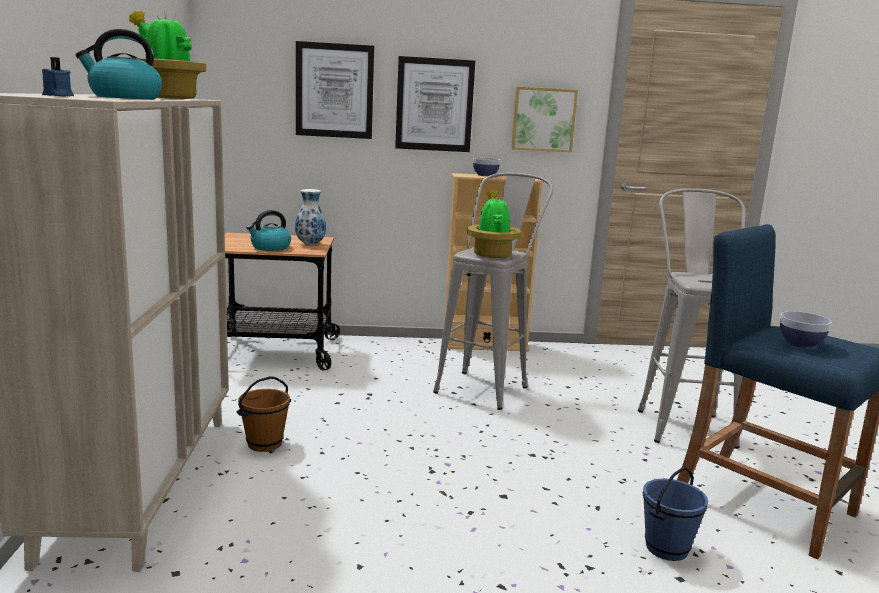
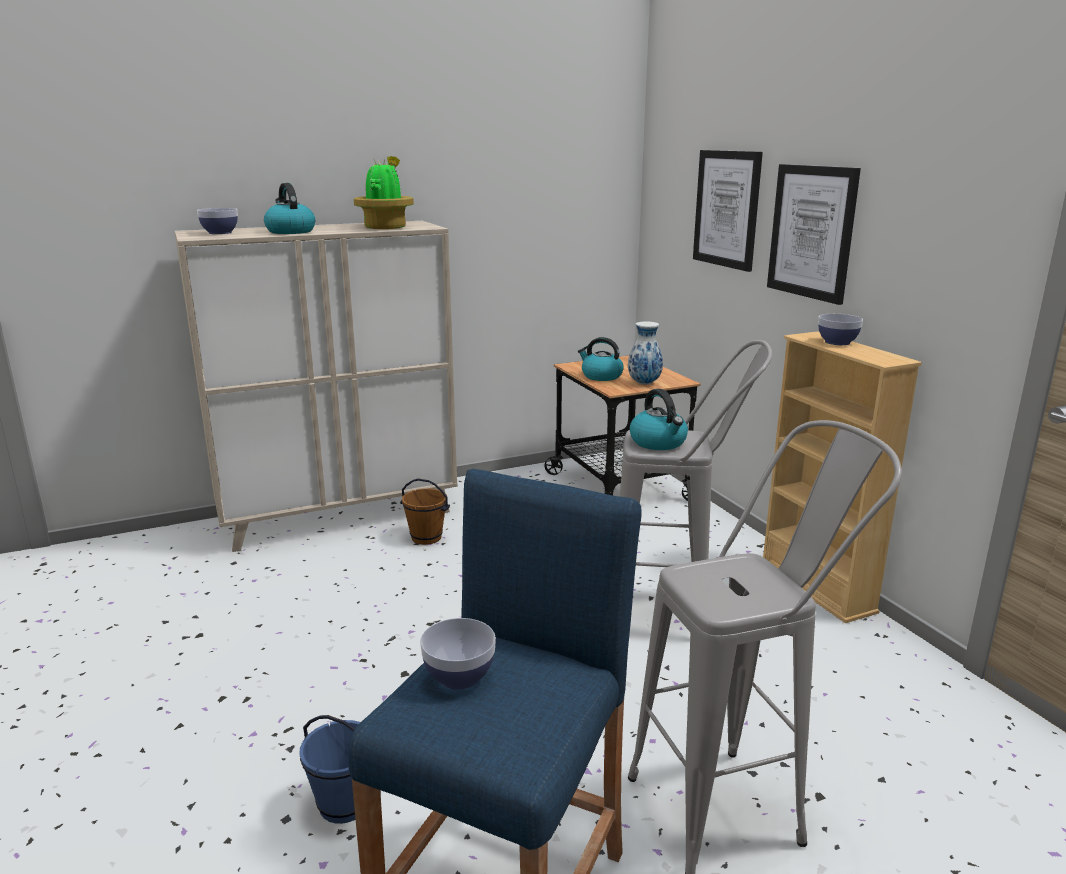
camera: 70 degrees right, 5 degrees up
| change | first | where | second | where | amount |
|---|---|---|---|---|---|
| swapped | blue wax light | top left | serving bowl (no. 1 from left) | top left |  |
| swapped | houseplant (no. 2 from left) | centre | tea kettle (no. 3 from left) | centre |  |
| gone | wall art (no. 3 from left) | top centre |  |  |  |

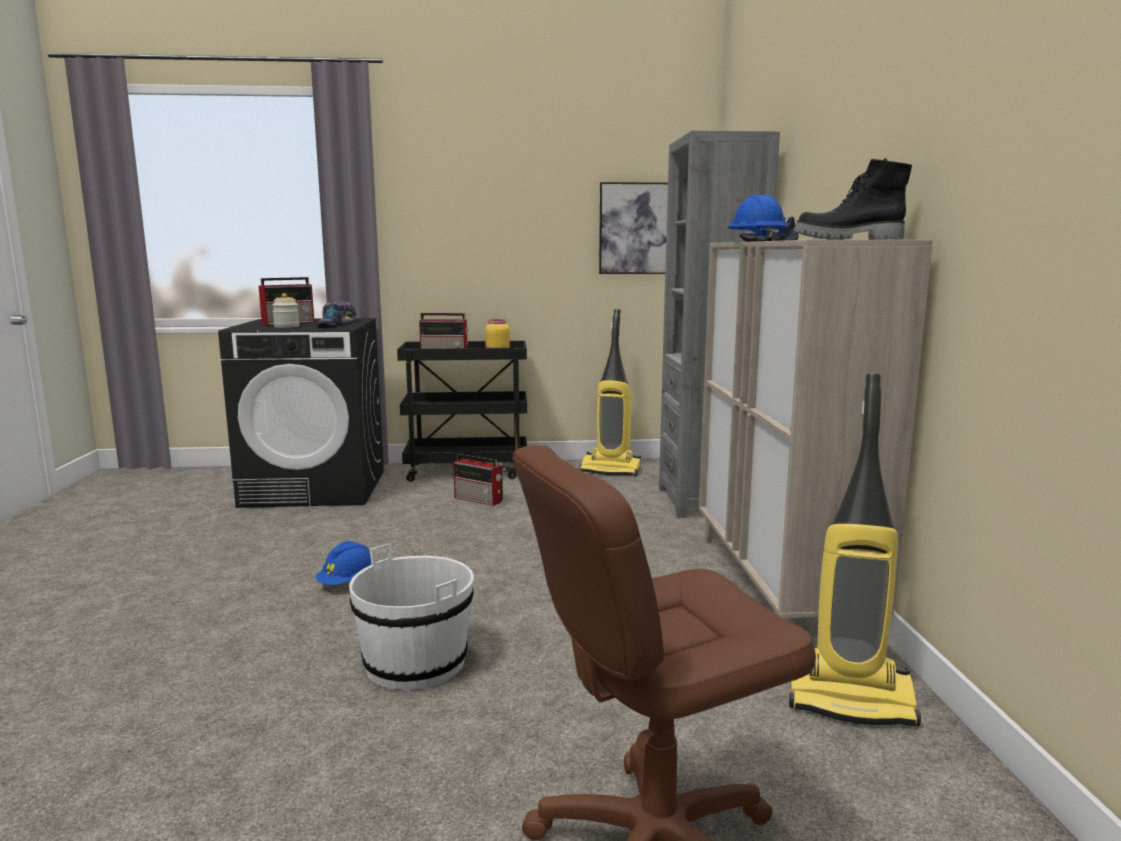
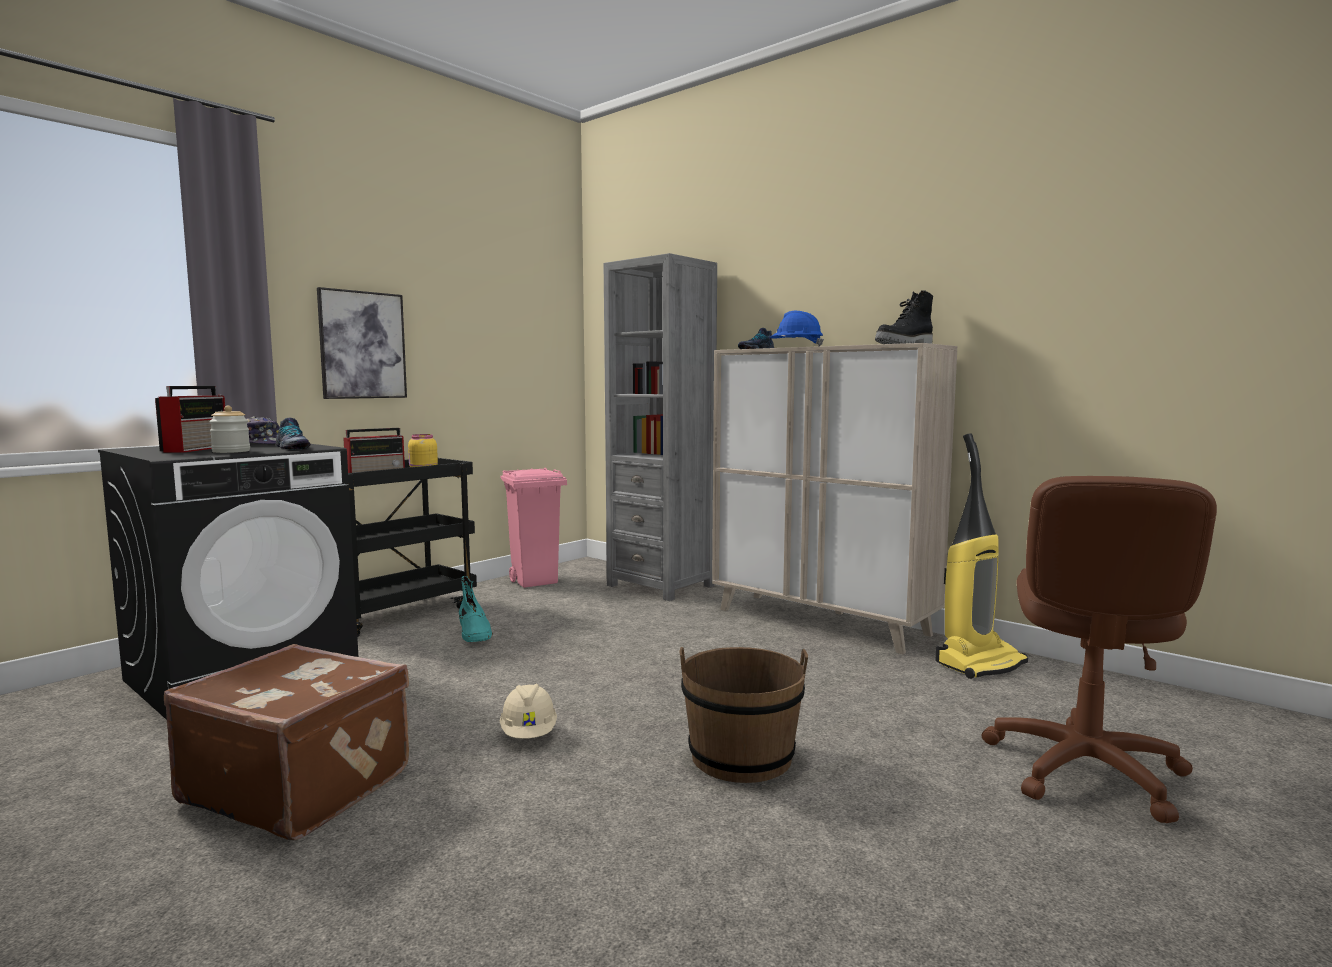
camera: 45 degrees left, 5 degrees down
| change | first | where | second | where | amount |
|---|---|---|---|---|---|
| new |  |  | brownish suitcase | bottom left |  |
| shifted | wall art | top centre |  | middle left |  |
| swapped | radio set (no. 3 from left) | centre | turquoise tall boot | centre |  |
| repainted | blue safety helmet (no. 1 from left) | bottom left | beige safety helmet | bottom centre |  |
| swapped | vacuum (no. 1 from left) | centre | pinkish waste bin | centre |  |
| repainted | whitish water bucket | bottom centre | brownish water bucket | bottom centre |  |

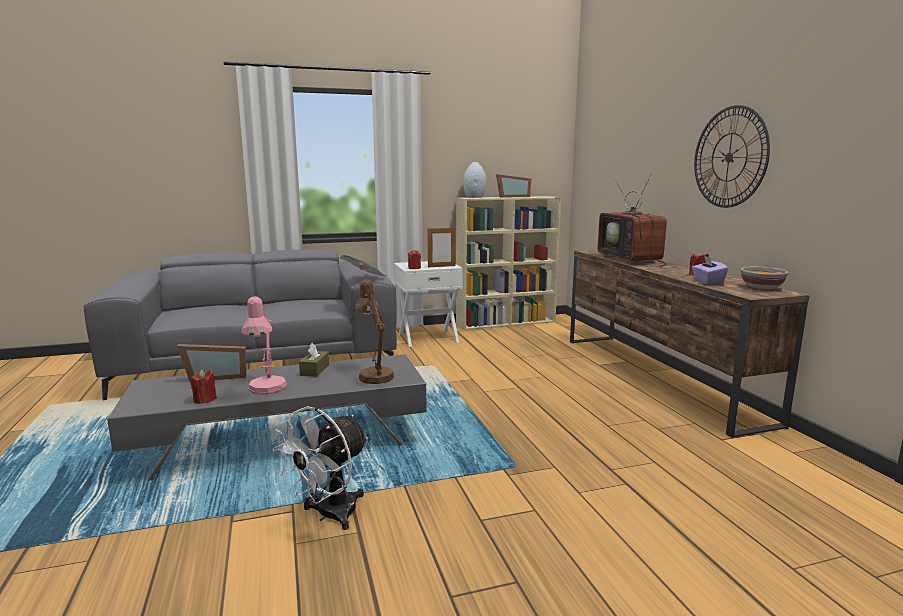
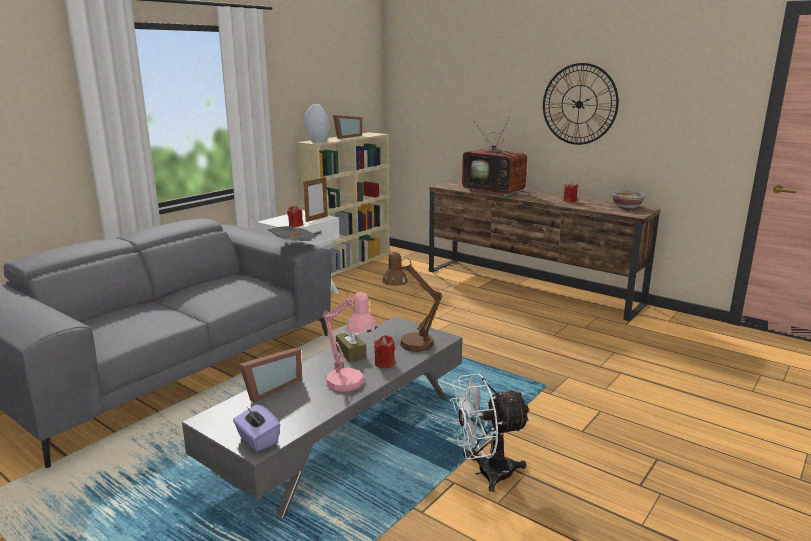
camera: 35 degrees left, 5 degrees up
| change | first | where | second | where | amount |
|---|---|---|---|---|---|
| shifted | purple box of tissues | middle right |  | bottom left |  |
| shifted | reddish wax light (no. 1 from left in the first image) | middle left | reddish wax light (no. 2 from left) | centre |  |
| rotated | whitish fan | bottom centre |  | bottom centre | 75 degrees clockwise |

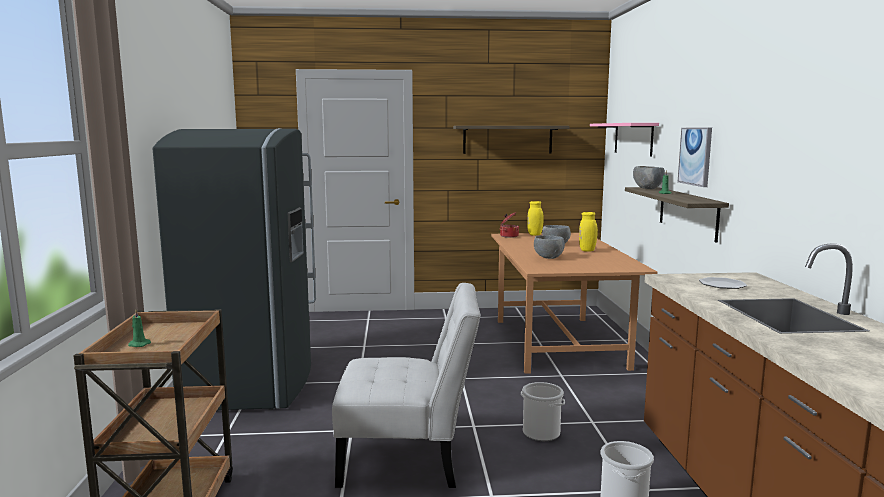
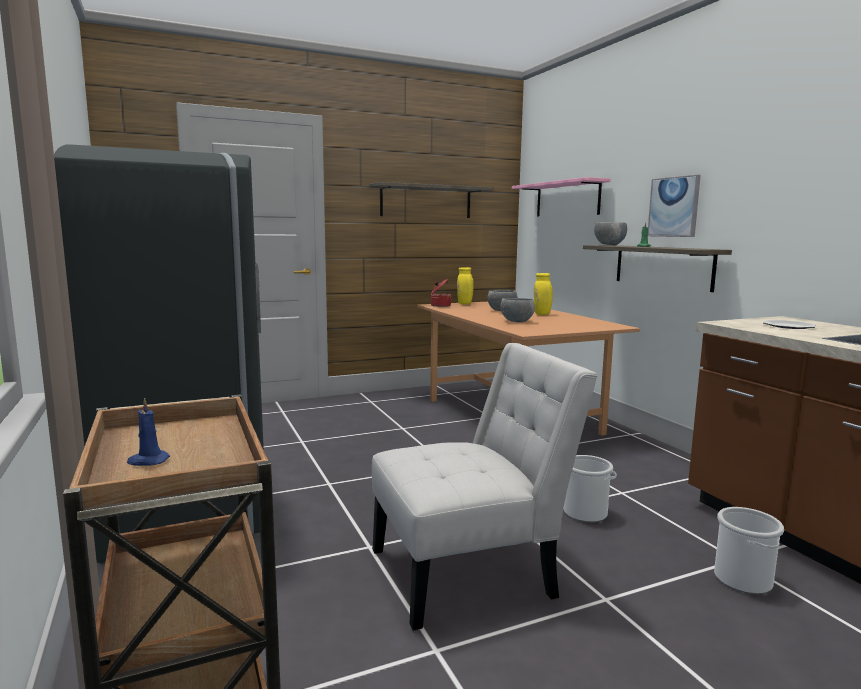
camera: 20 degrees left, 0 degrees up
| change | first | where | second | where | amount |
|---|---|---|---|---|---|
| repainted | green wax light (no. 1 from left) | middle left | blue wax light | middle left |  |

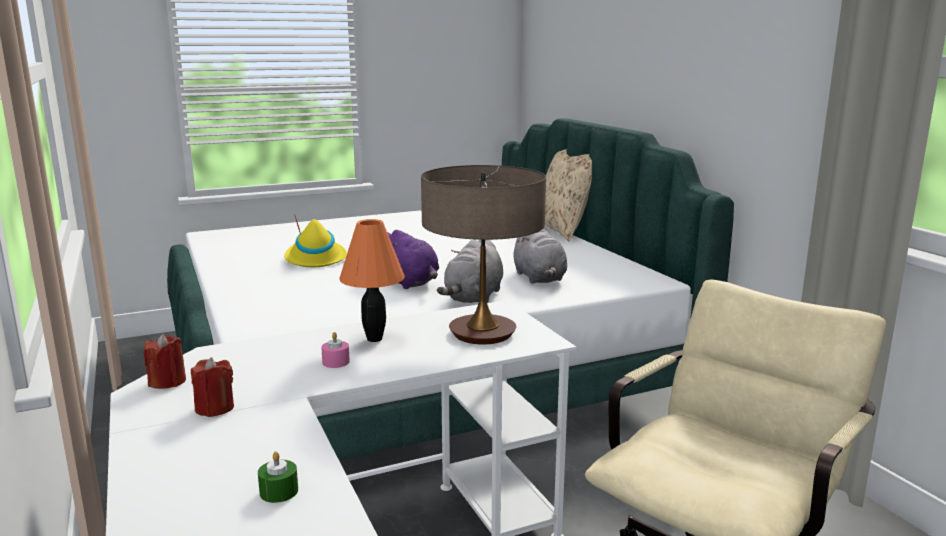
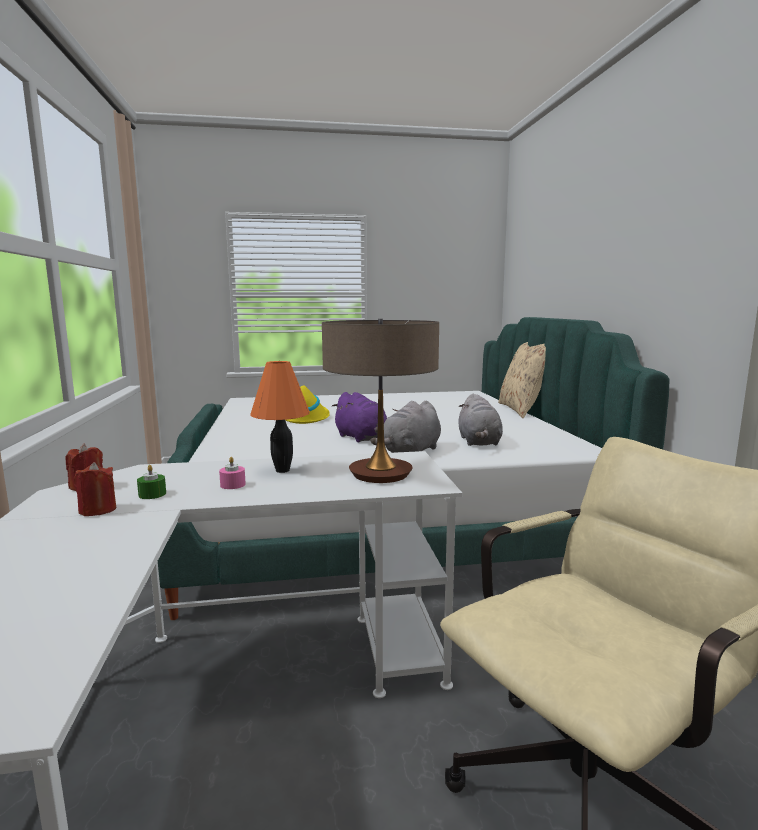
camera: 15 degrees right, 5 degrees down
| change | first | where | second | where | amount |
|---|---|---|---|---|---|
| shifted | green wax light | bottom left |  | middle left |  |

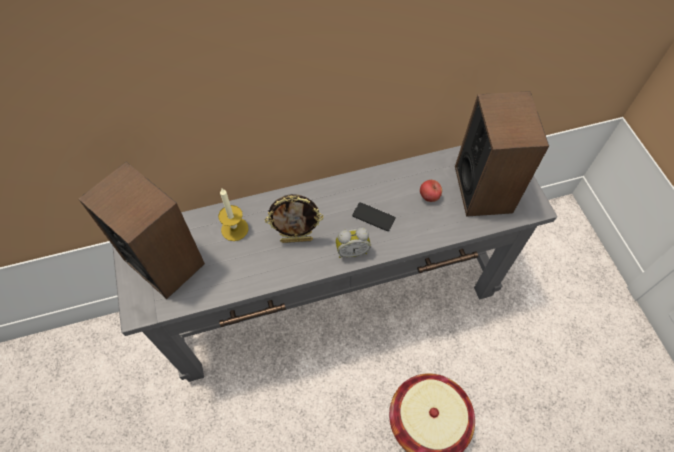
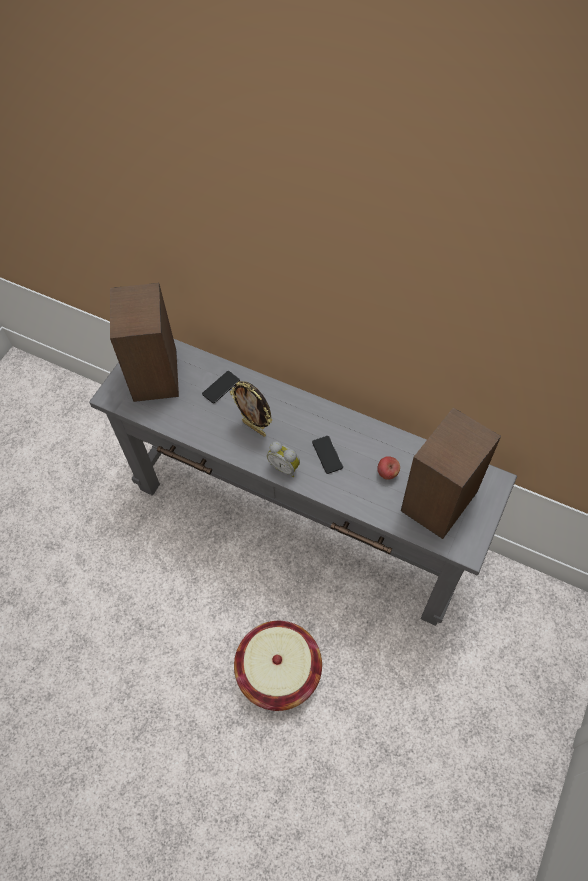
camera: 45 degrees right, 0 degrees up
| change | first | where | second | where | amount |
|---|---|---|---|---|---|
| swapped | wax light | centre | telephone (no. 1 from left) | centre |  |

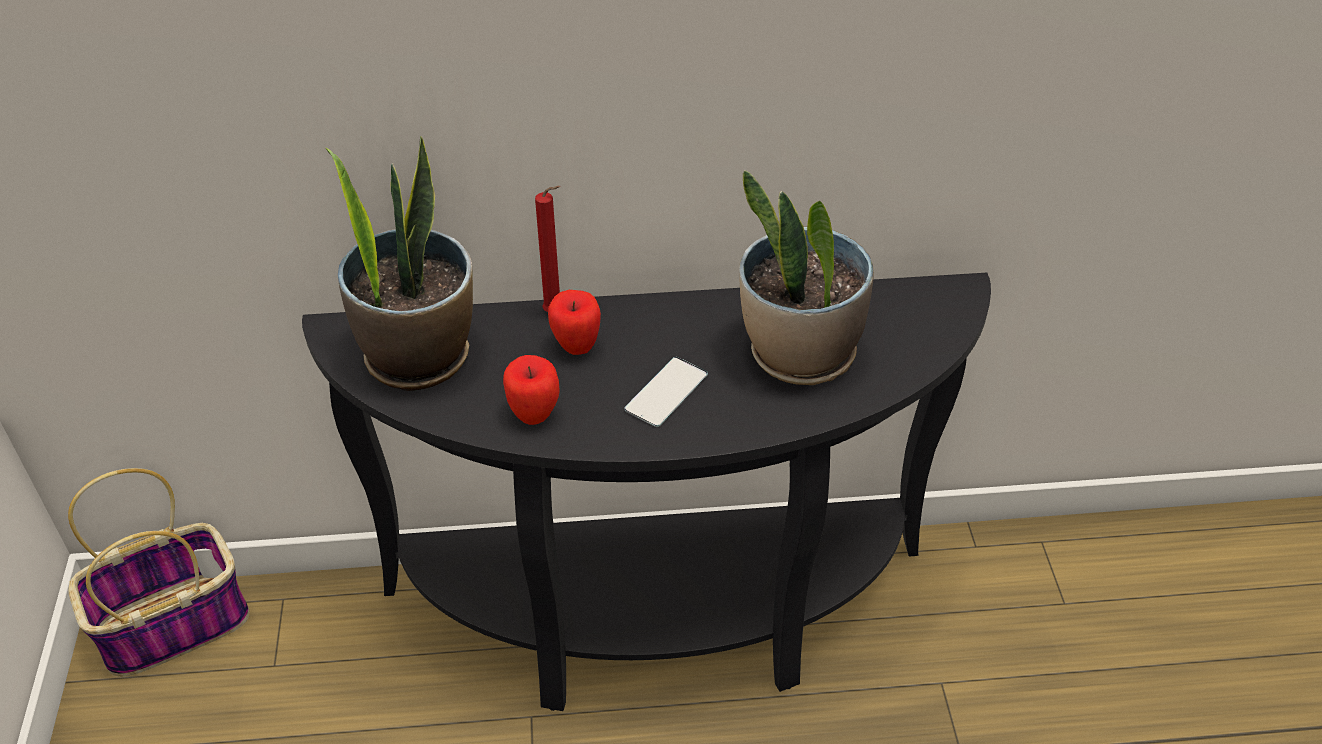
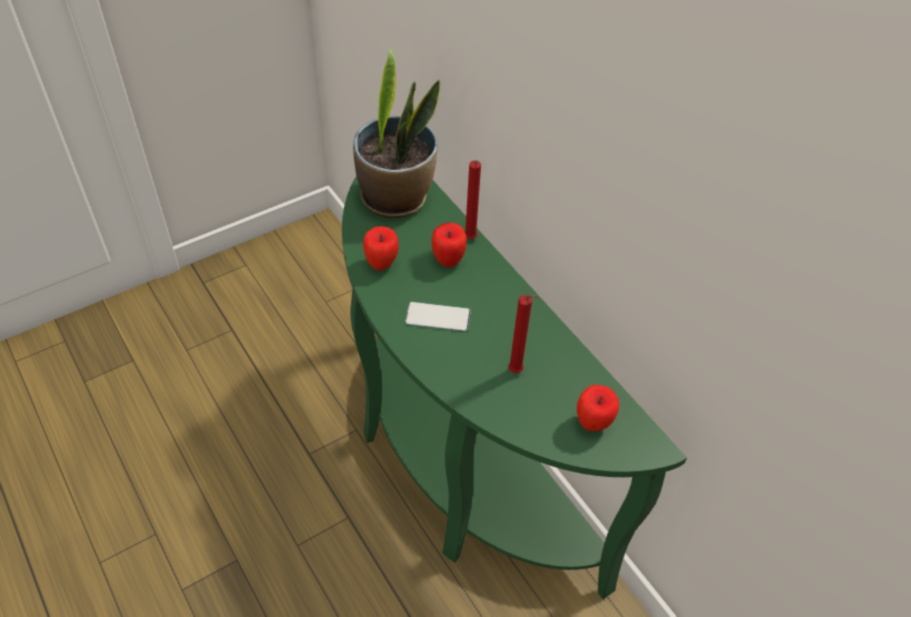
camera: 60 degrees right, 5 degrees up
| change | first | where | second | where | amount |
|---|---|---|---|---|---|
| repainted | blackish narrow table | centre | green narrow table | centre |  |
| swapped | houseplant (no. 2 from left) | centre | reddish wax light (no. 2 from left) | centre |  |
| new |  |  | apple (no. 3 from left) | centre |  |
| gone | basket | bottom left |  |  |  |

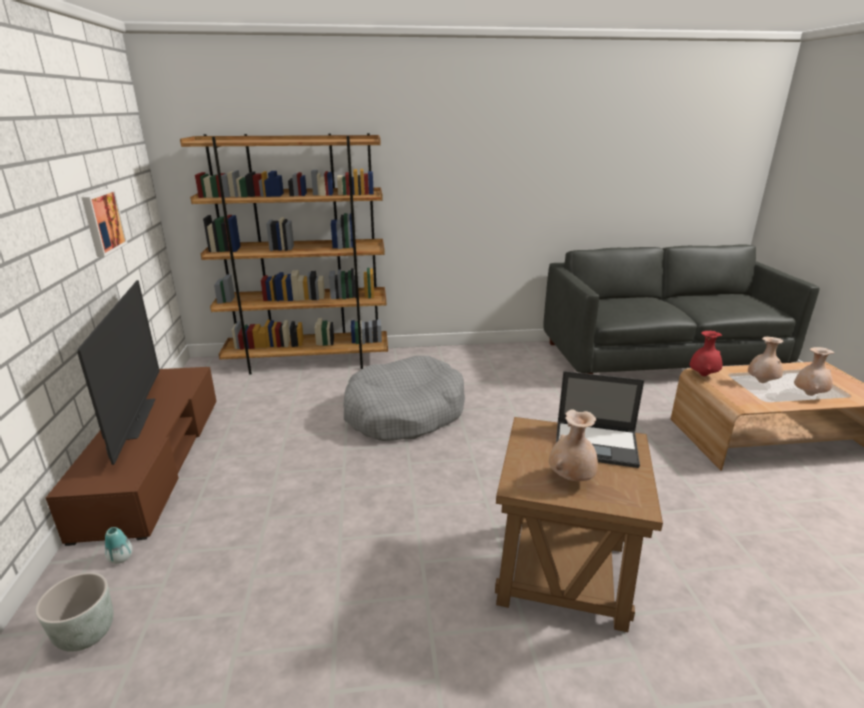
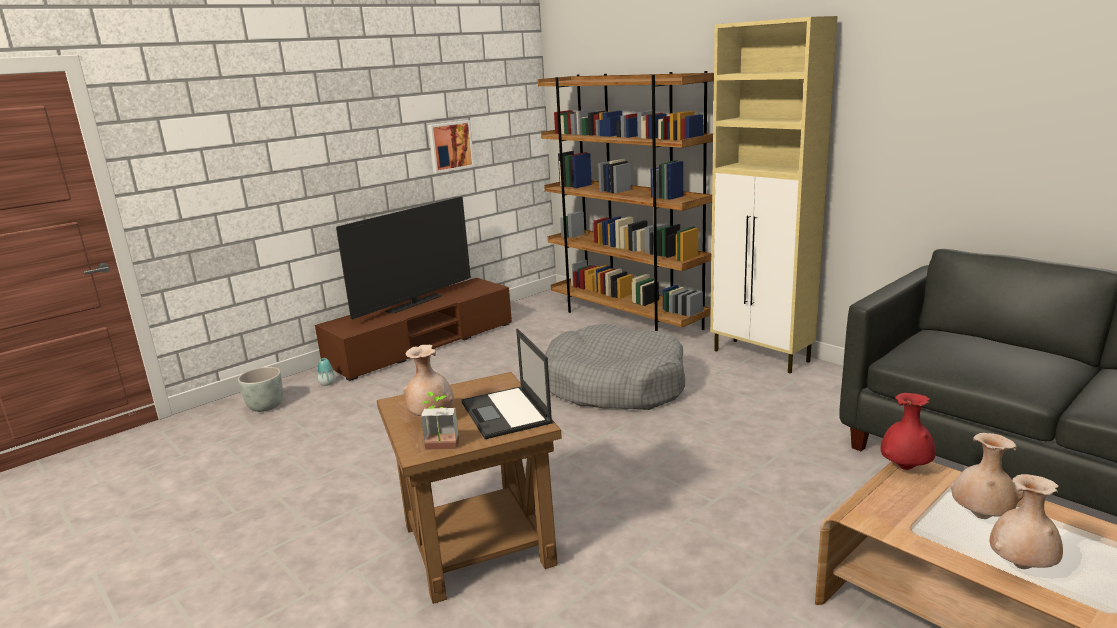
camera: 55 degrees right, 5 degrees down
| change | first | where | second | where | amount |
|---|---|---|---|---|---|
| new |  |  | houseplant | bottom centre |  |
| new |  |  | beige cupboard | top right |  |

